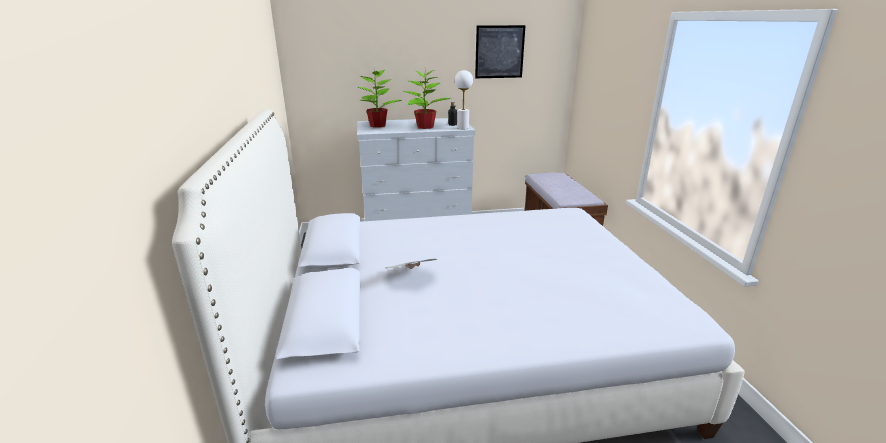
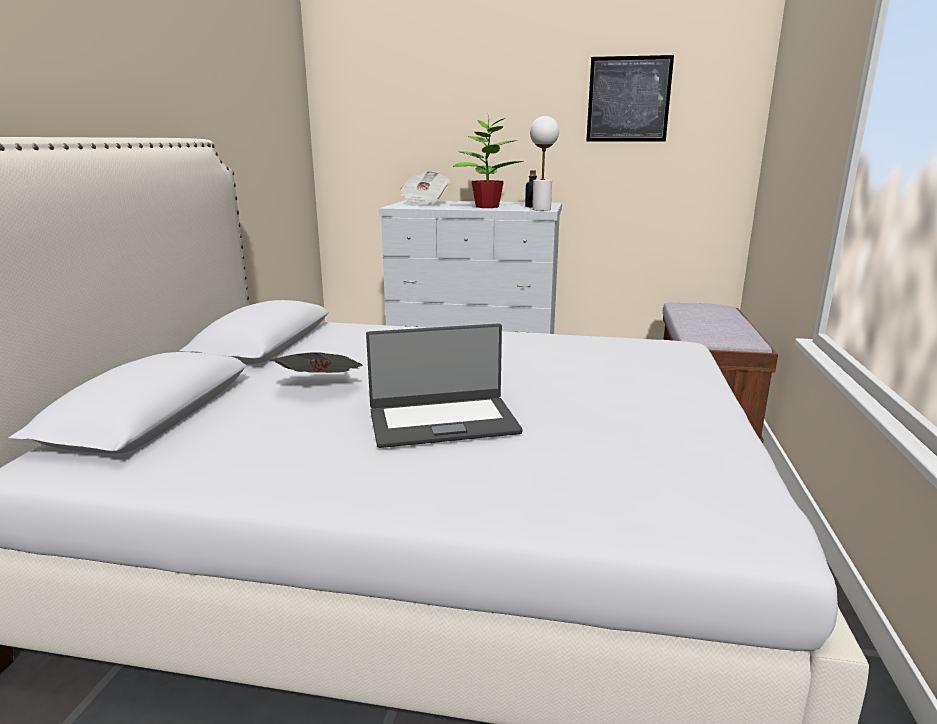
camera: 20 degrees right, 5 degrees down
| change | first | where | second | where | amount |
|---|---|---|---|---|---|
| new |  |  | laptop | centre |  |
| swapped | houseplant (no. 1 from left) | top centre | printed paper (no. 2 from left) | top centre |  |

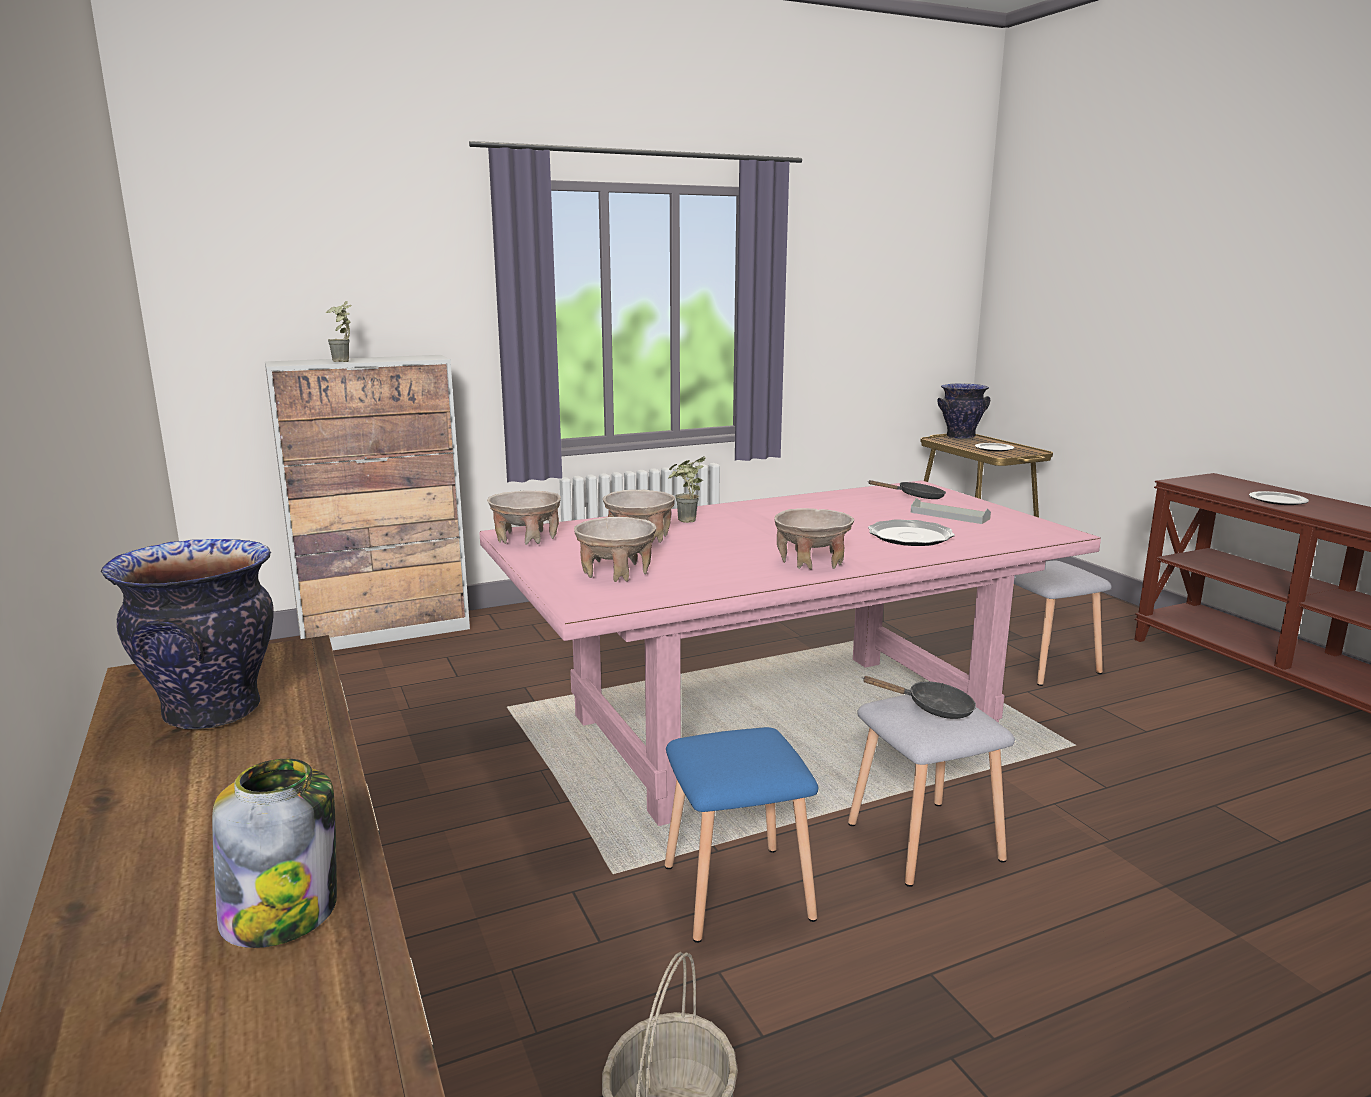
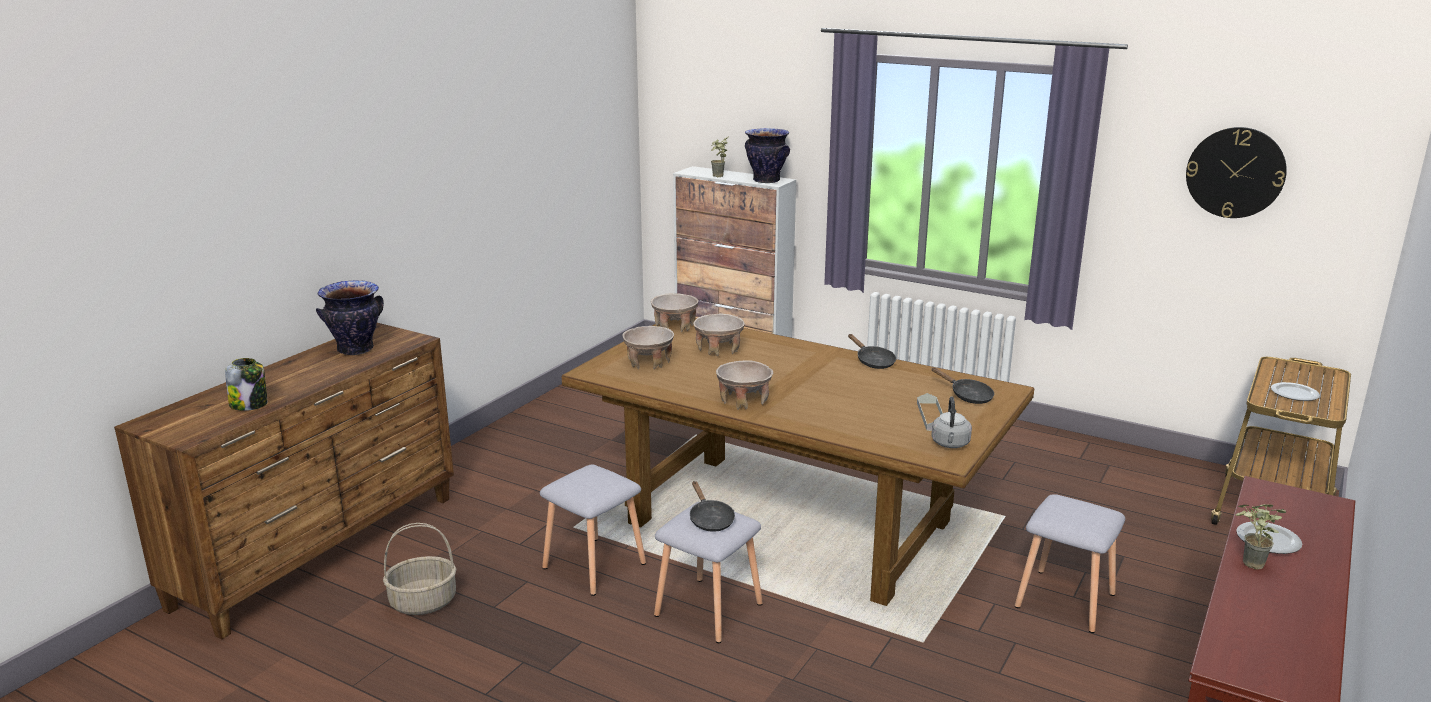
camera: 55 degrees right, 5 degrees up
| change | first | where | second | where | amount |
|---|---|---|---|---|---|
| repainted | blue sitting stool | bottom centre | greyish sitting stool (no. 1 from left) | bottom centre |  |
| repainted | pinkish kitchen table | centre | brownish kitchen table | centre |  |
| shifted | decorative vase (no. 2 from left) | middle right |  | top centre |  |
| new |  |  | blackish frying pan (no. 2 from left) | centre |  |
| new |  |  | greyish tea kettle | centre |  |
| new |  |  | clock on the wall | top right |  |
| shifted | houseplant (no. 2 from left) | centre |  | bottom right |  |
| gone | flat dish (no. 1 from left) | centre |  |  |  |

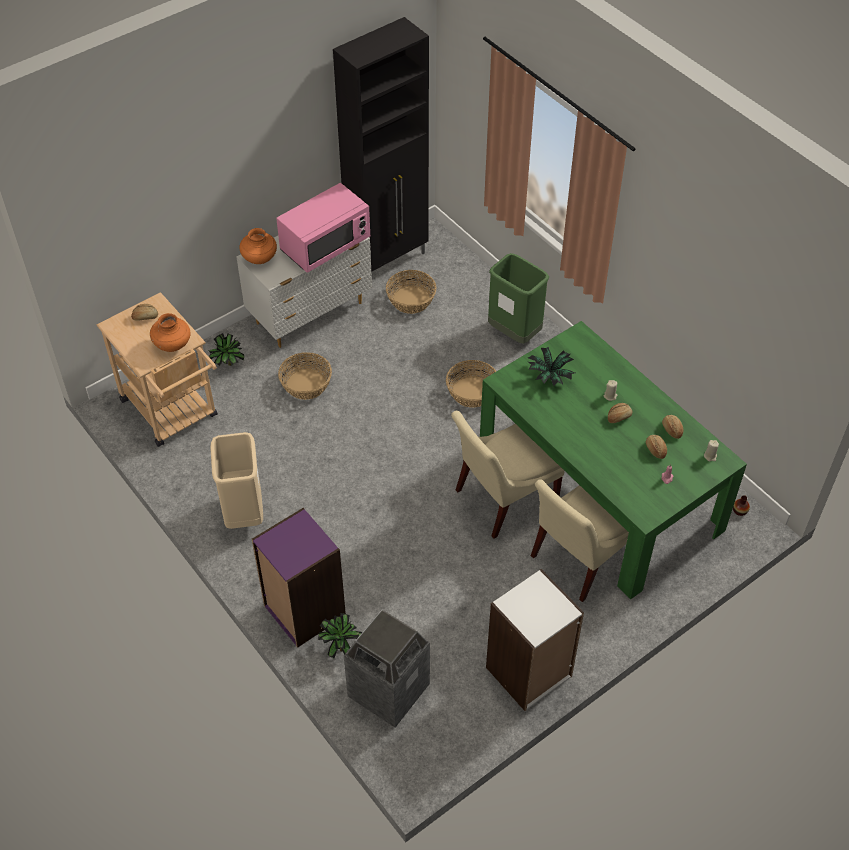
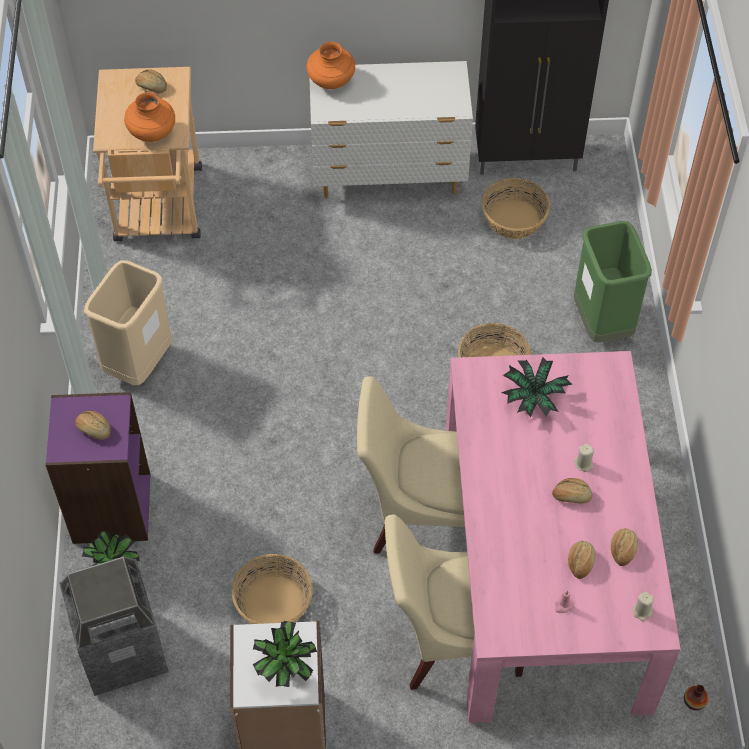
camera: 35 degrees right, 5 degrees up
| change | first | where | second | where | amount |
|---|---|---|---|---|---|
| new |  |  | bakery bread (no. 1 from left) | middle left |  |
| shifted | basket (no. 1 from left) | centre |  | bottom centre |  |
| shifted | houseplant (no. 1 from left in the first image) | middle left | houseplant (no. 2 from left) | bottom centre |  |
| repainted | green kitchen table | middle right | pinkish kitchen table | bottom right |  |
| gone | pinkish microwave | top centre |  |  |  |

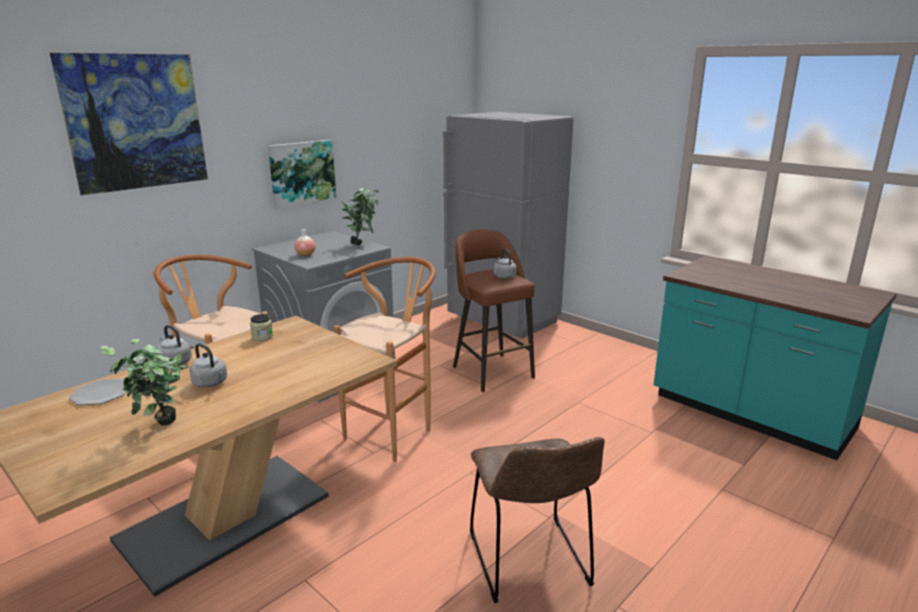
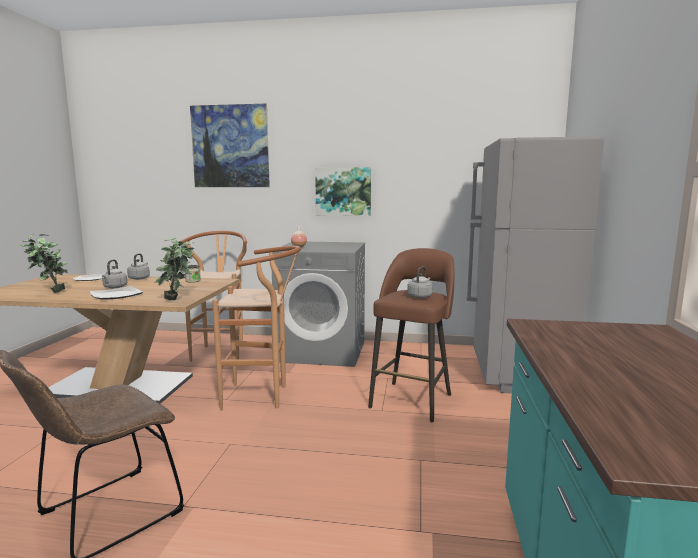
camera: 55 degrees right, 10 degrees down
| change | first | where | second | where | amount |
|---|---|---|---|---|---|
| new |  |  | flat dish (no. 2 from left) | middle left |  |
| shifted | houseplant (no. 2 from left) | centre |  | middle left |  |

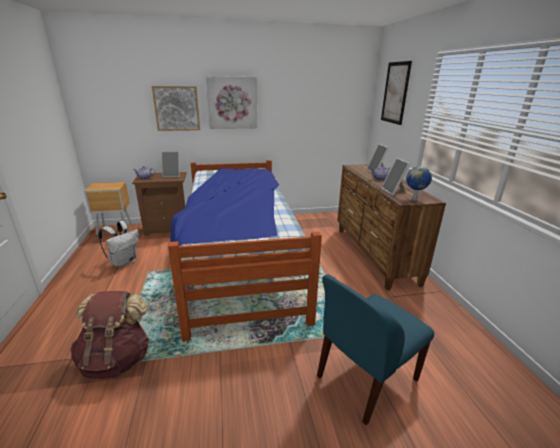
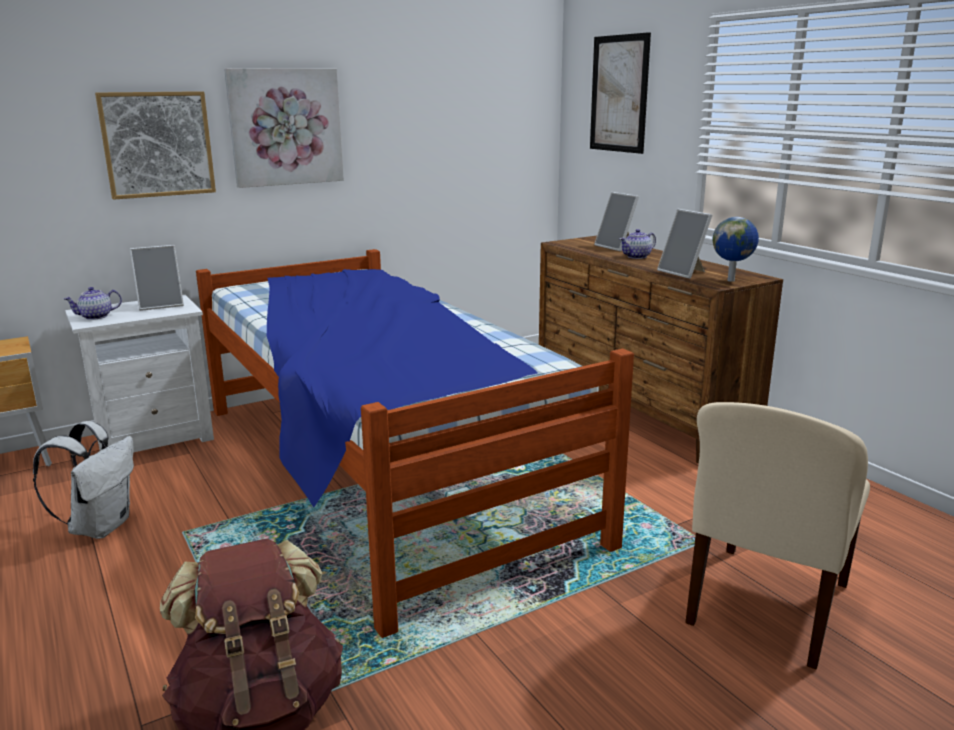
camera: 20 degrees left, 5 degrees down
| change | first | where | second | where | amount |
|---|---|---|---|---|---|
| repainted | brownish night table (no. 2 from left) | middle left | whitish night table | middle left |  |
| repainted | blue plain chair | bottom right | beige plain chair | bottom right |  |

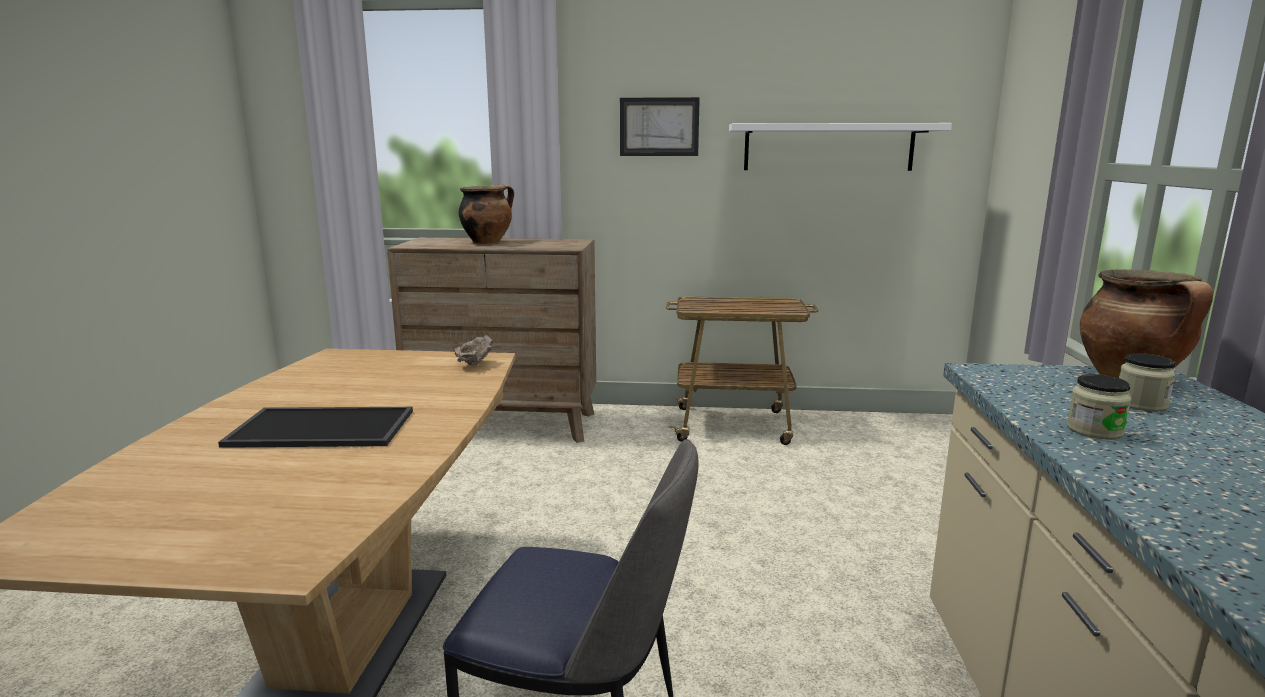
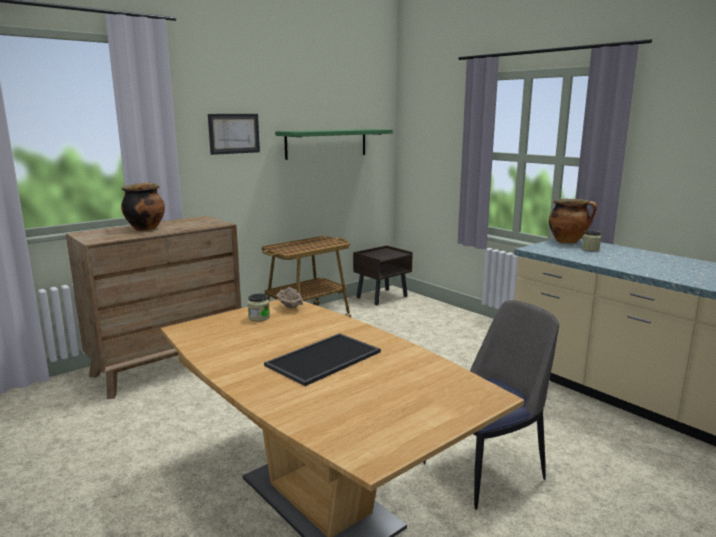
camera: 45 degrees left, 0 degrees up
| change | first | where | second | where | amount |
|---|---|---|---|---|---|
| shifted | storage jar (no. 1 from left) | middle right |  | centre |  |
| repainted | whitish bracket shelf | top centre | green bracket shelf | top centre |  |
| new |  |  | brownish night table | centre |  |

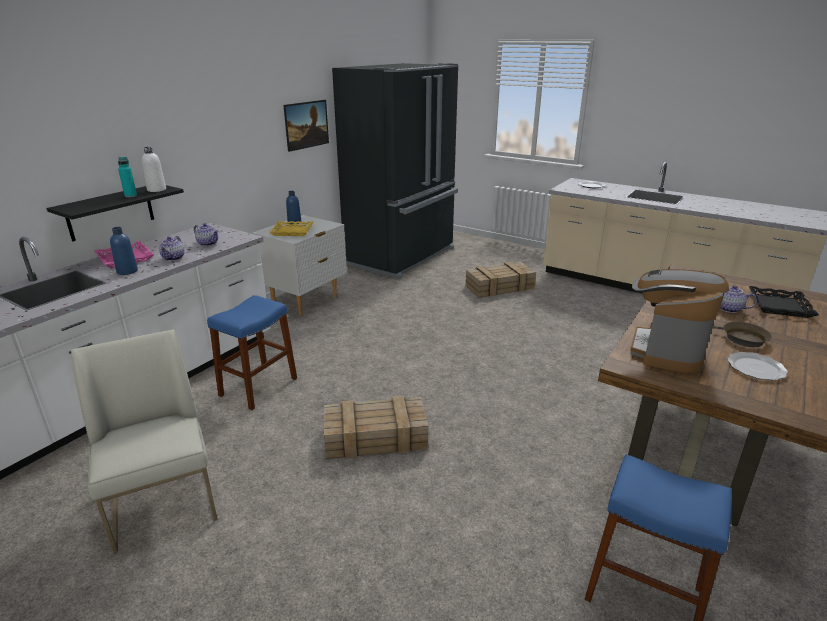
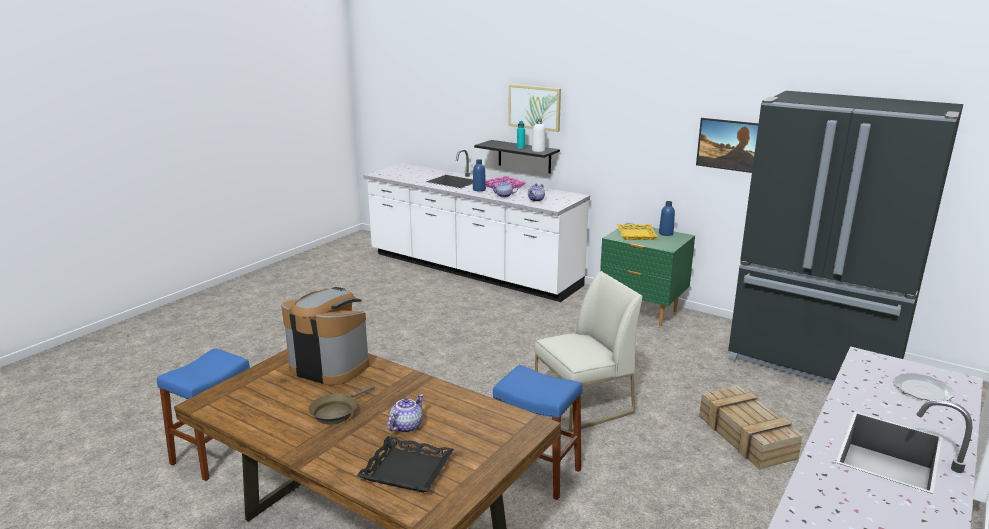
camera: 90 degrees right, 5 degrees down
| change | first | where | second | where | amount |
|---|---|---|---|---|---|
| shifted | blue sitting stool (no. 1 from left in the first image) | middle left | blue sitting stool (no. 2 from left) | bottom centre |  |
| new |  |  | wall art (no. 1 from left) | top centre |  |
| shifted | whitish plain chair | bottom left |  | centre |  |
| repainted | whitish night table | centre | green night table | centre |  |
| gone | packing crate (no. 1 from left) | bottom centre |  |  |  |
| gone | flat dish (no. 2 from left) | middle right |  |  |  |

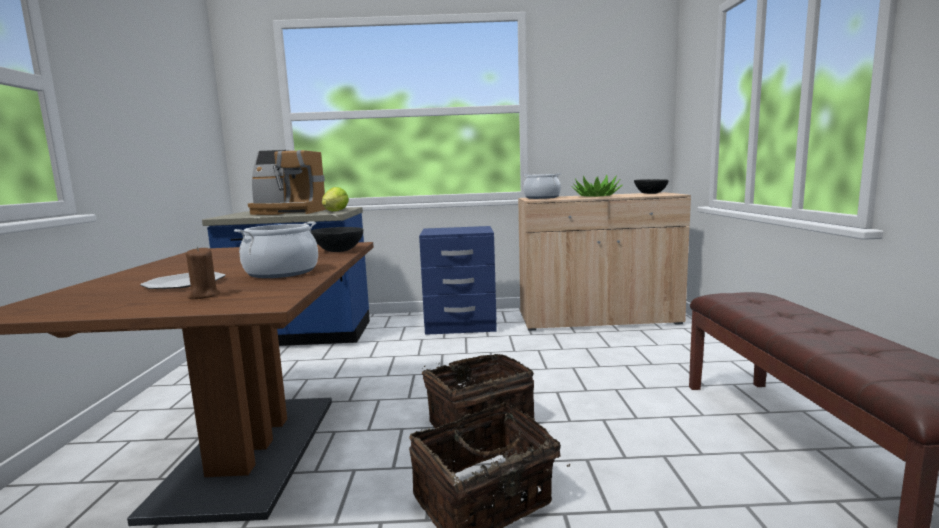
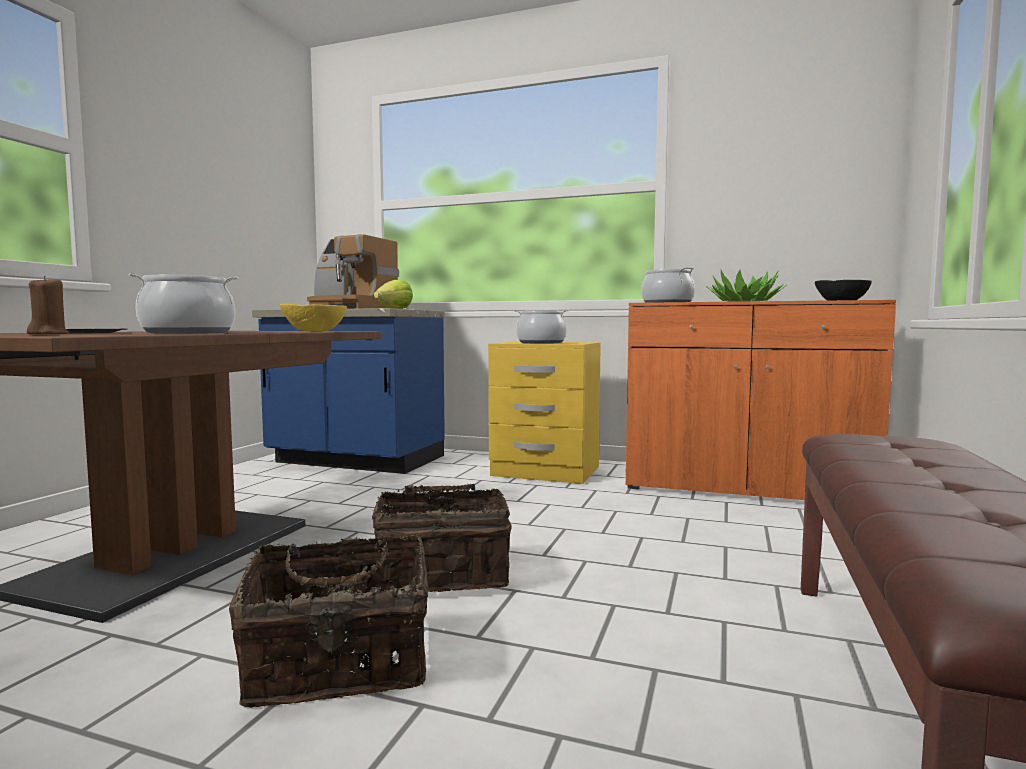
camera: 20 degrees right, 5 degrees down
| change | first | where | second | where | amount |
|---|---|---|---|---|---|
| repainted | blackish serving bowl (no. 1 from left) | centre | yellow serving bowl | middle left |  |
| repainted | blue night table | centre | yellow night table | centre |  |
| new |  |  | stockpot (no. 2 from left) | centre |  |
| repainted | beige cupboard | centre | orange cupboard | middle right |  |

